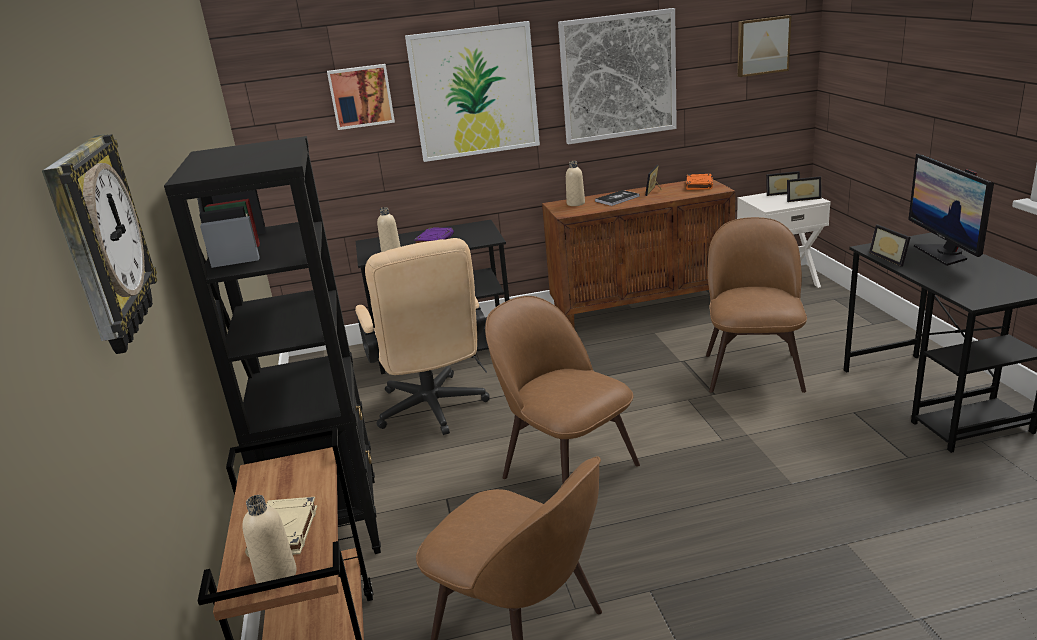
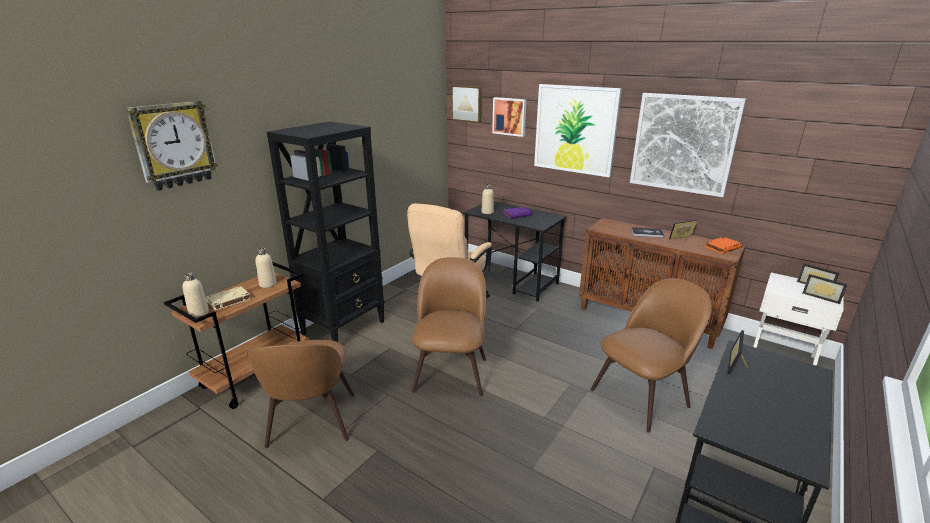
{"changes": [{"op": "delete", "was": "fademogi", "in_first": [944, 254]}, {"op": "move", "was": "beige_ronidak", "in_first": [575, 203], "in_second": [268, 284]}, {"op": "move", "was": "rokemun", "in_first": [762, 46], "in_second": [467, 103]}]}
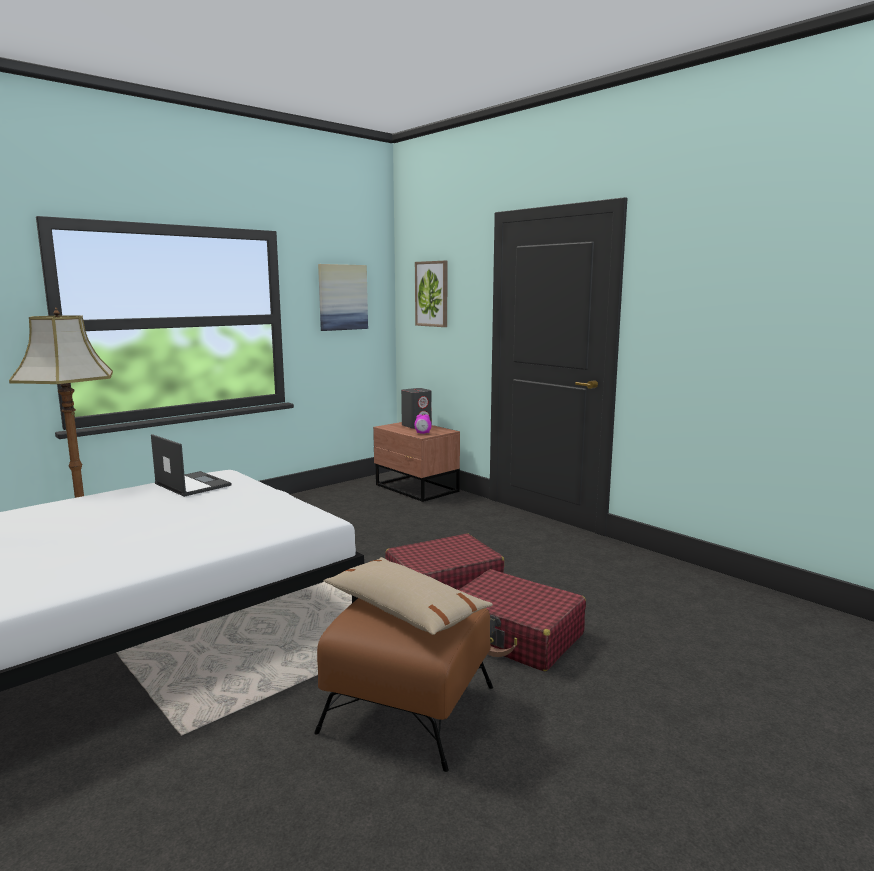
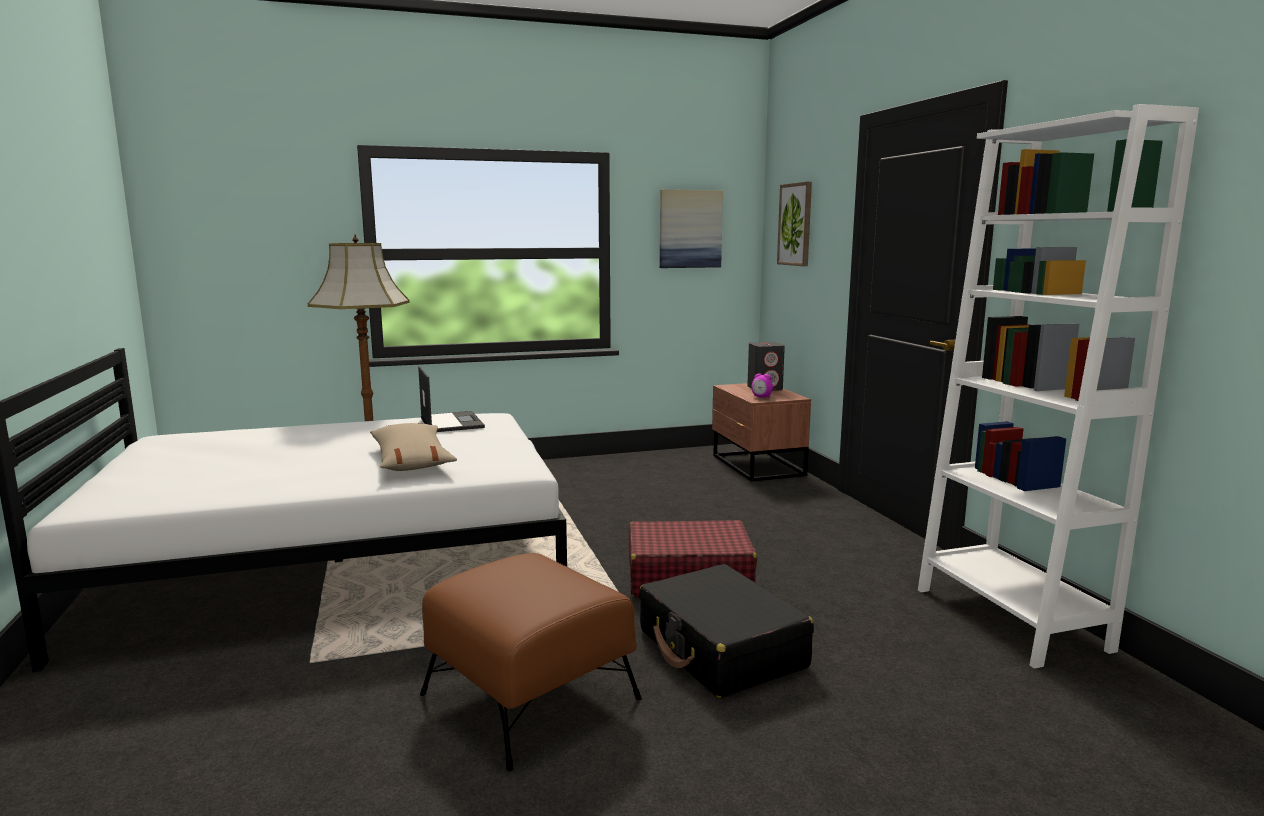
{"changes": [{"op": "insert", "now": "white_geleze", "in_second": [1009, 618]}, {"op": "move", "was": "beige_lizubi", "in_first": [404, 609], "in_second": [411, 461]}, {"op": "recolor", "was": "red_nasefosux", "now": "black_nasefosux", "in_first": [515, 635], "in_second": [721, 649]}]}
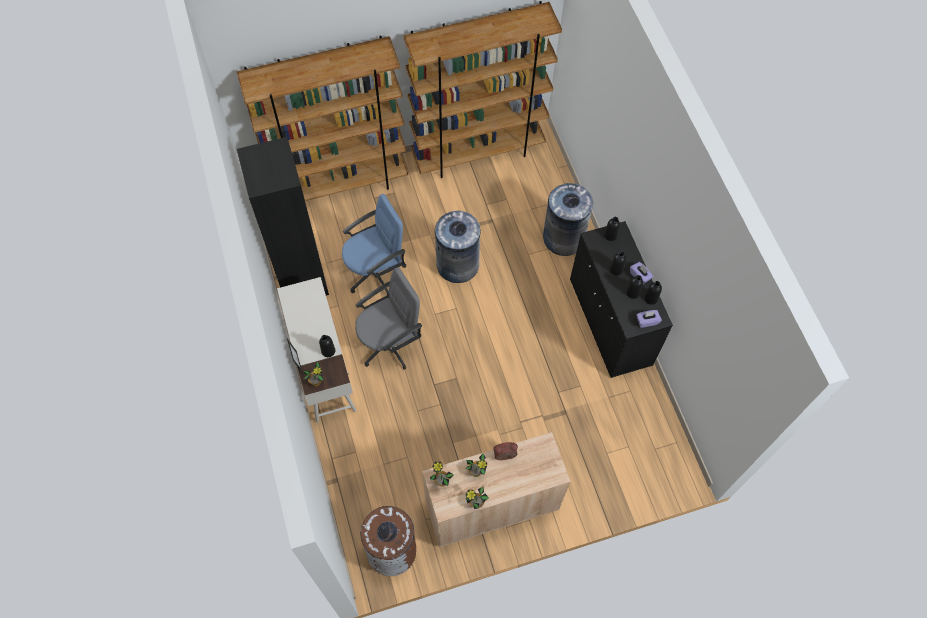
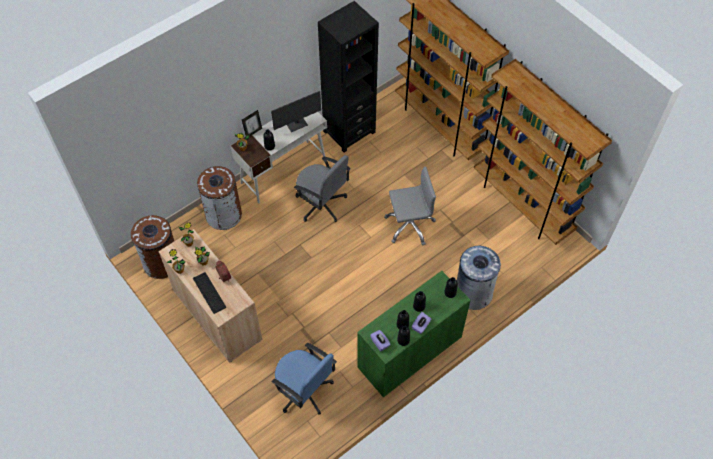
{"changes": [{"op": "insert", "now": "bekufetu", "in_second": [208, 293]}, {"op": "insert", "now": "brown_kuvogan", "in_second": [224, 214]}, {"op": "insert", "now": "fademogi", "in_second": [296, 124]}, {"op": "move", "was": "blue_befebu", "in_first": [375, 272], "in_second": [304, 391]}, {"op": "replace", "was": "grey_kuvogan", "now": "grey_befebu", "in_first": [457, 265], "in_second": [409, 225]}, {"op": "recolor", "was": "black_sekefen", "now": "green_sekefen", "in_first": [610, 322], "in_second": [409, 352]}]}
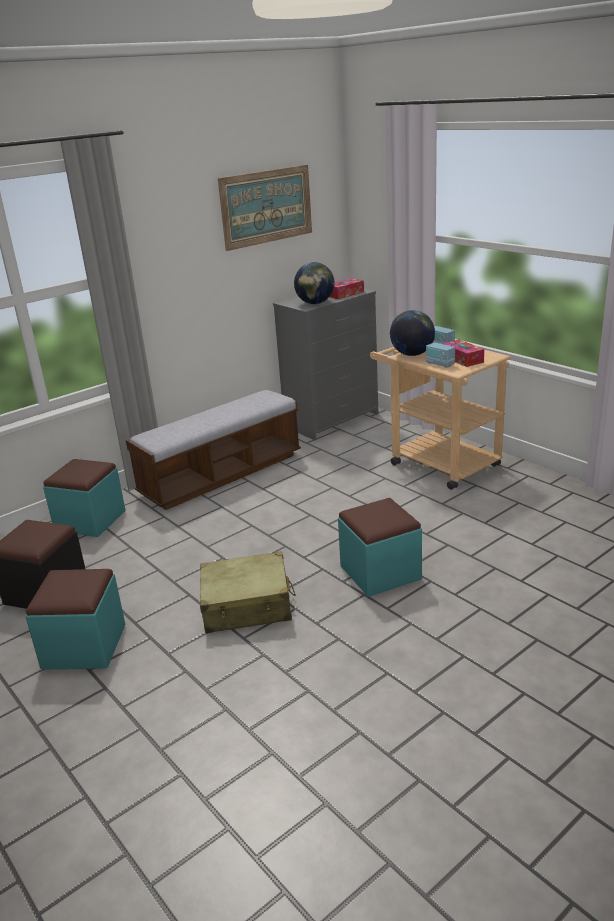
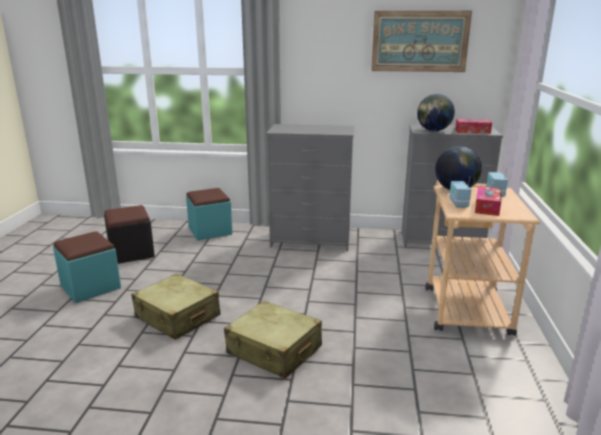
{"changes": [{"op": "replace", "was": "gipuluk", "now": "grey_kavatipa", "in_first": [222, 474], "in_second": [311, 240]}, {"op": "replace", "was": "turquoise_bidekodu", "now": "beige_nasefosux", "in_first": [380, 573], "in_second": [274, 350]}]}
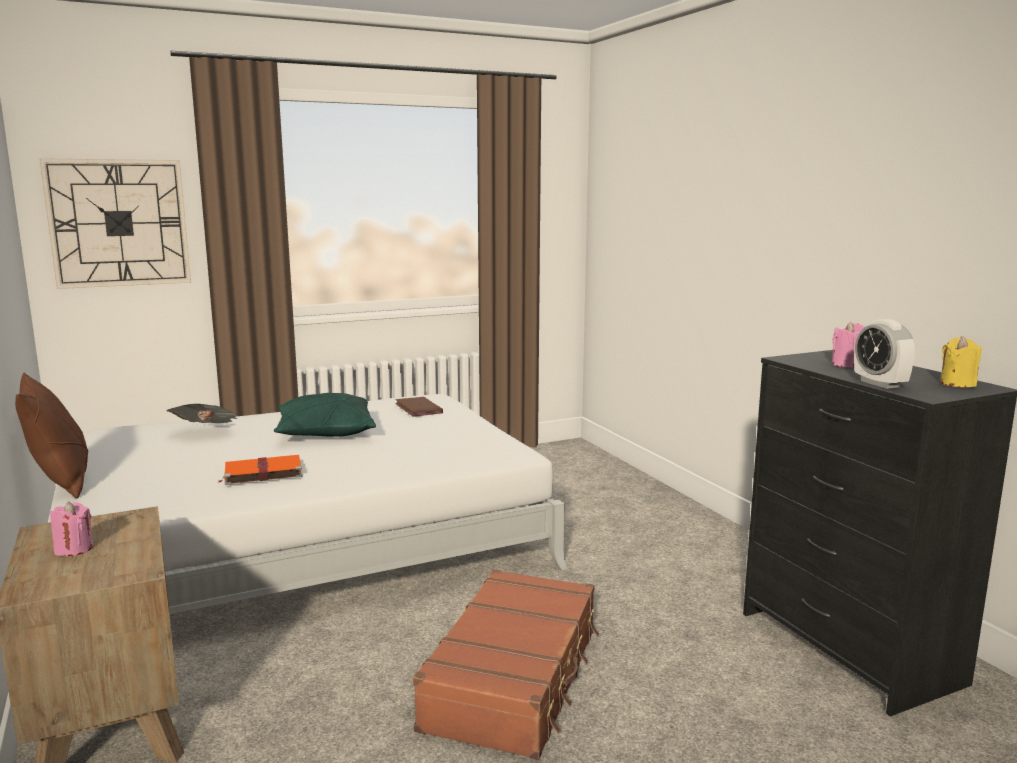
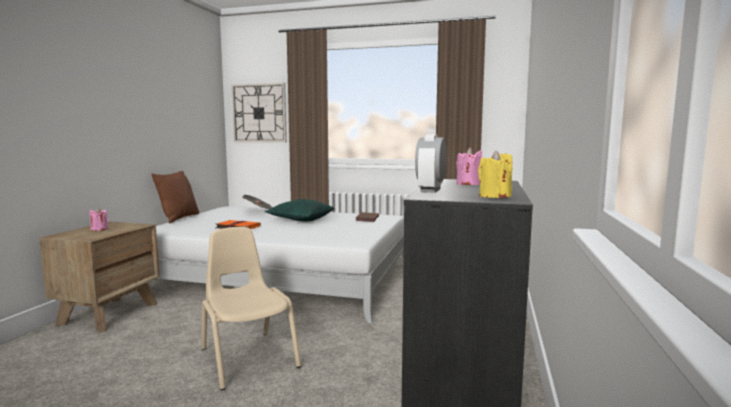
{"changes": [{"op": "replace", "was": "brown_nasefosux", "now": "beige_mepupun", "in_first": [515, 678], "in_second": [248, 358]}]}
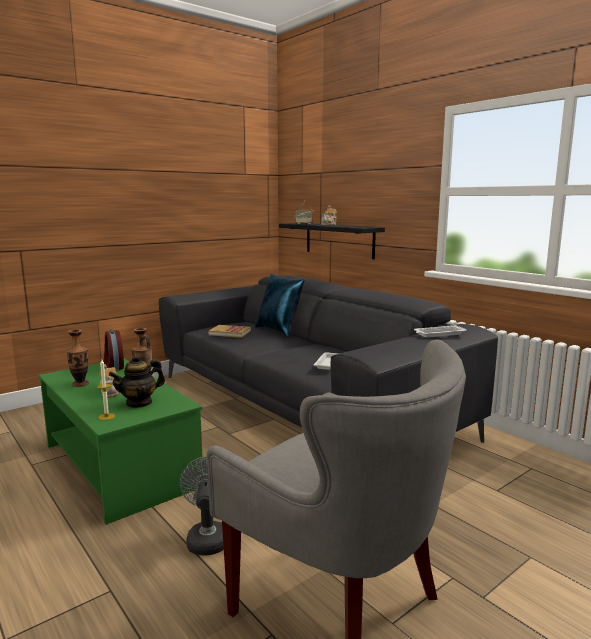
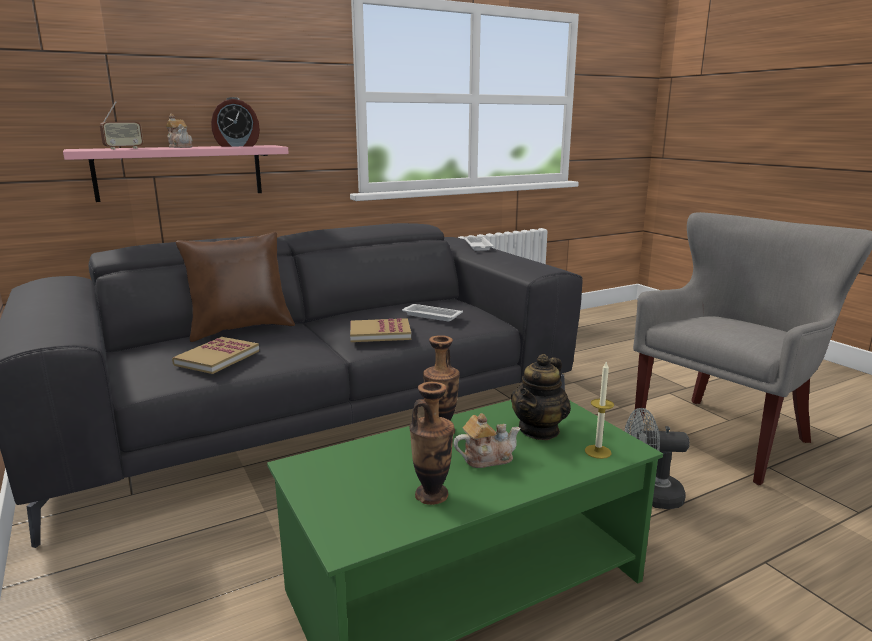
{"changes": [{"op": "insert", "now": "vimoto", "in_second": [380, 333]}, {"op": "move", "was": "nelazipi", "in_first": [113, 366], "in_second": [237, 146]}, {"op": "recolor", "was": "blue_lizubi", "now": "brown_lizubi", "in_first": [279, 331], "in_second": [241, 329]}, {"op": "recolor", "was": "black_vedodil", "now": "pink_vedodil", "in_first": [339, 240], "in_second": [180, 172]}, {"op": "rotate", "was": "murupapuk", "in_first": [139, 403], "in_second": [539, 430], "clockwise": 60}]}
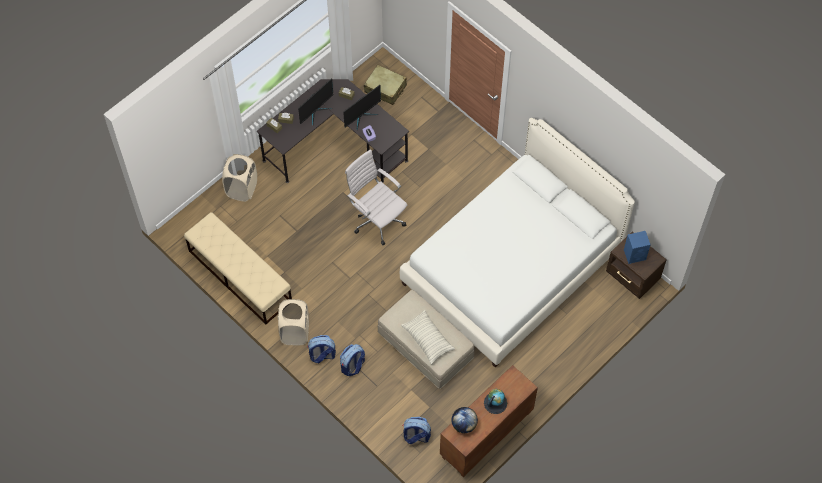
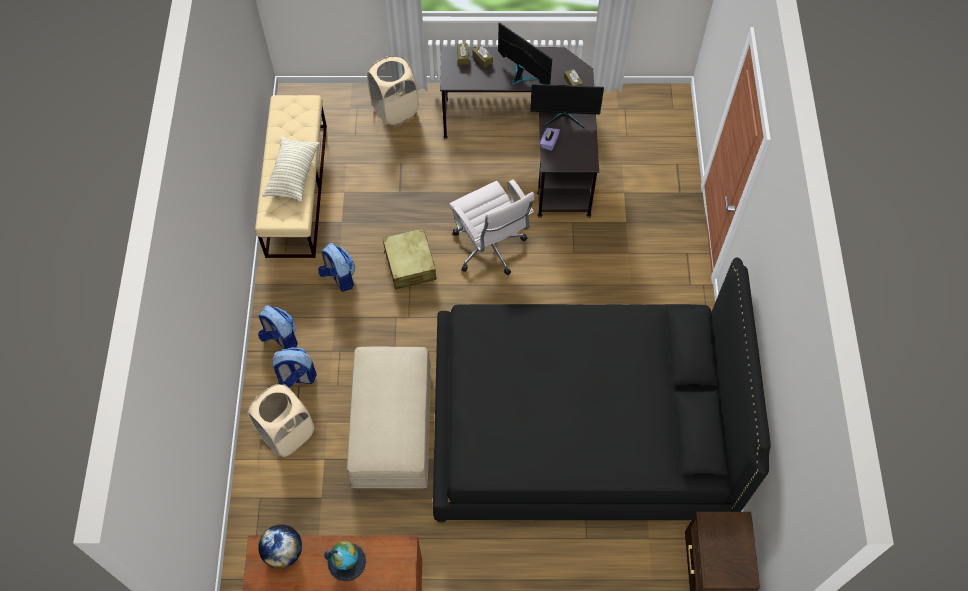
{"changes": [{"op": "delete", "was": "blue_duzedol", "in_first": [635, 254]}, {"op": "move", "was": "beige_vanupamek", "in_first": [295, 332], "in_second": [287, 433]}, {"op": "move", "was": "beige_nasefosux", "in_first": [385, 89], "in_second": [410, 264]}, {"op": "move", "was": "lizubi", "in_first": [427, 340], "in_second": [293, 175]}, {"op": "move", "was": "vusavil", "in_first": [416, 436], "in_second": [339, 277]}, {"op": "recolor", "was": "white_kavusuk", "now": "black_kavusuk", "in_first": [512, 267], "in_second": [580, 427]}, {"op": "rotate", "was": "fademogi", "in_first": [316, 112], "in_second": [522, 75], "clockwise": -135}, {"op": "rotate", "was": "white_befebu", "in_first": [377, 220], "in_second": [490, 249], "clockwise": 150}]}
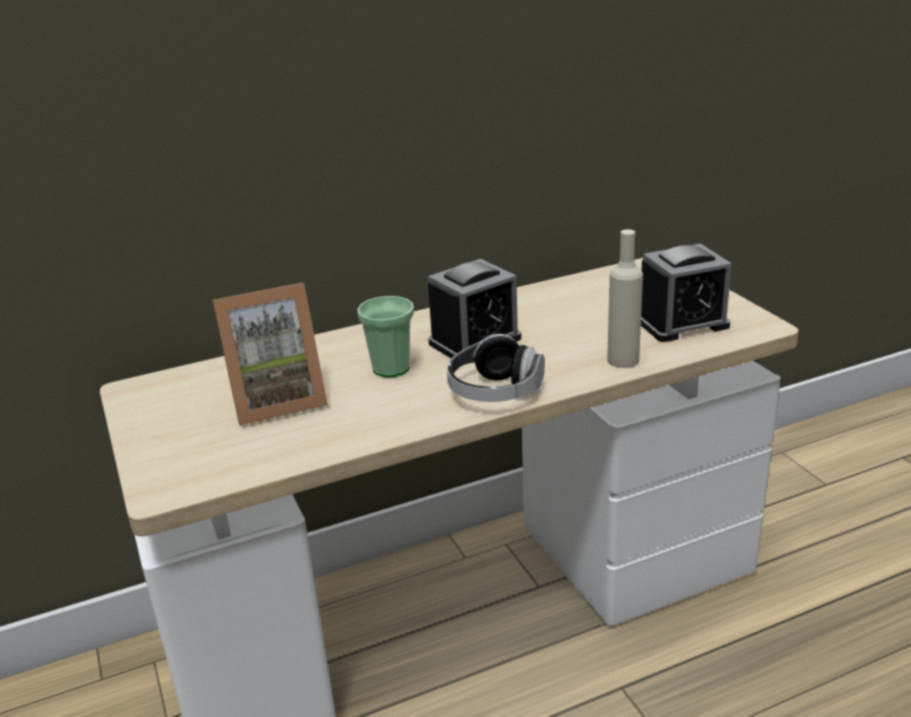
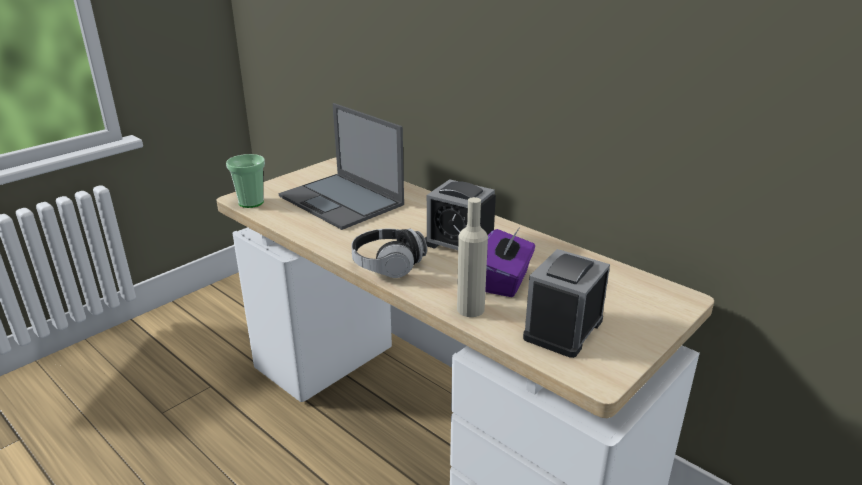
{"changes": [{"op": "insert", "now": "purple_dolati", "in_second": [504, 281]}, {"op": "move", "was": "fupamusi", "in_first": [391, 368], "in_second": [251, 202]}, {"op": "replace", "was": "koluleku", "now": "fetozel", "in_first": [276, 400], "in_second": [342, 201]}, {"op": "rotate", "was": "nelazipi", "in_first": [682, 323], "in_second": [563, 329], "clockwise": 75}]}
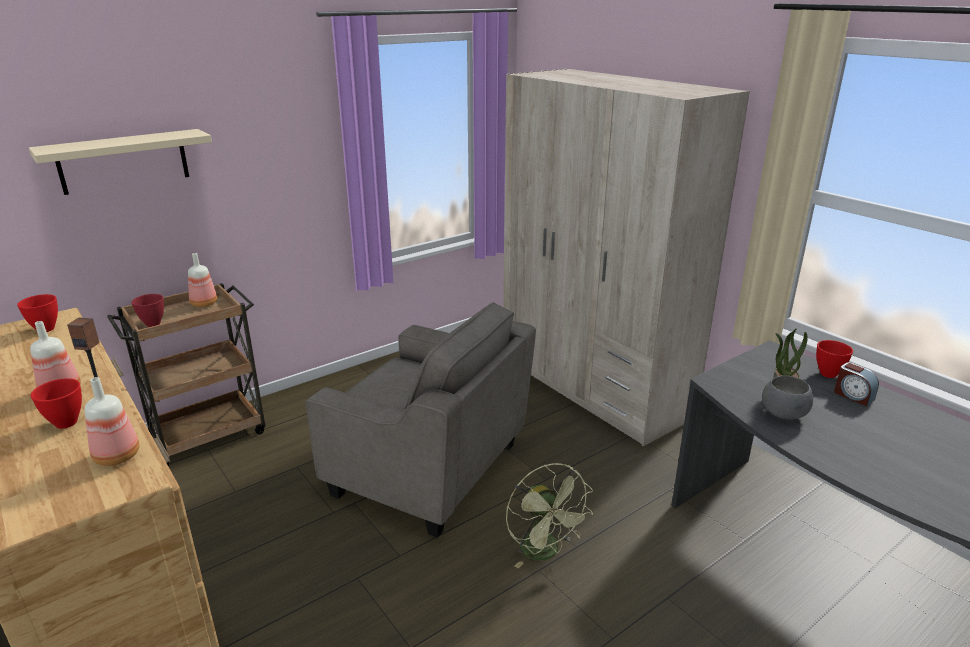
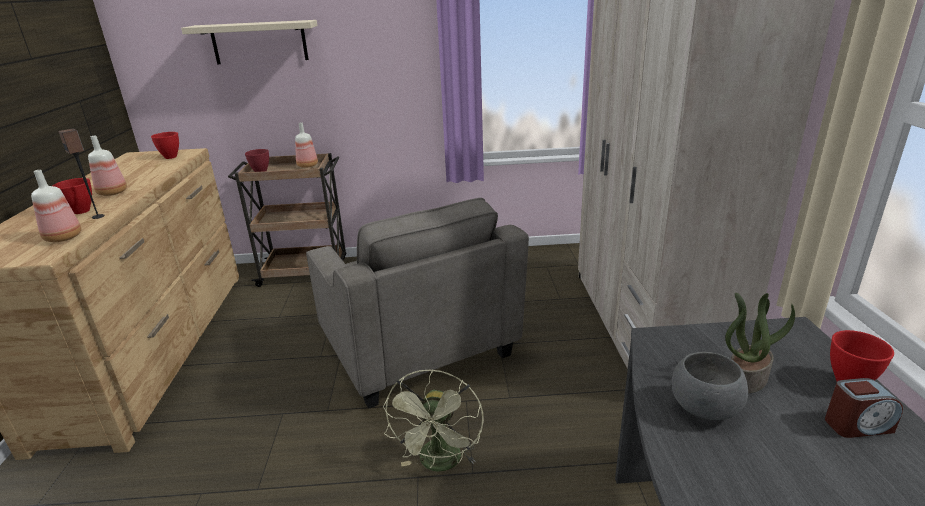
{"changes": [{"op": "rotate", "was": "nelazipi", "in_first": [853, 396], "in_second": [857, 425], "clockwise": -90}]}
